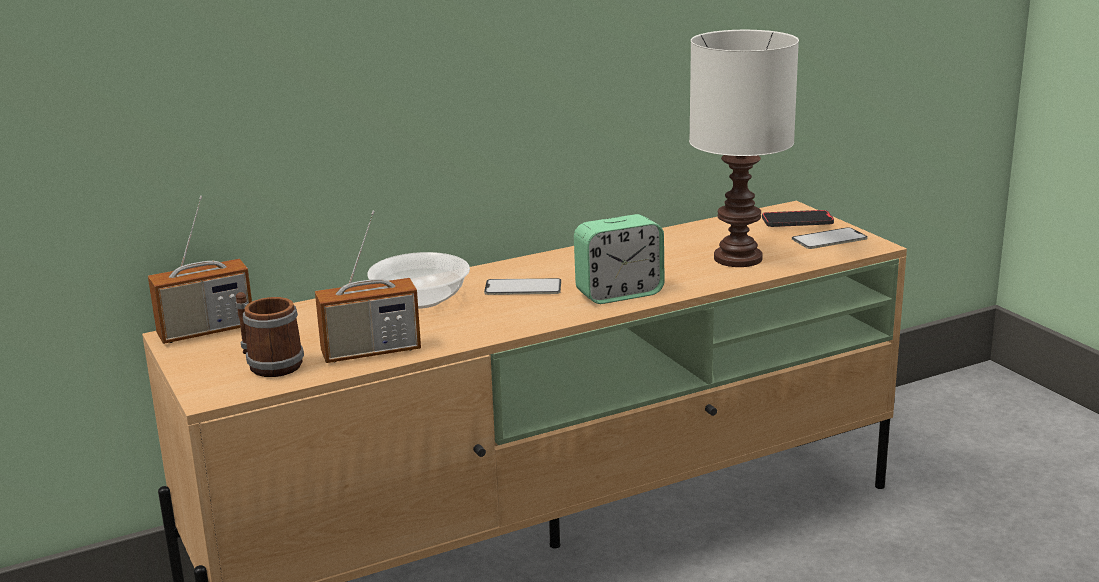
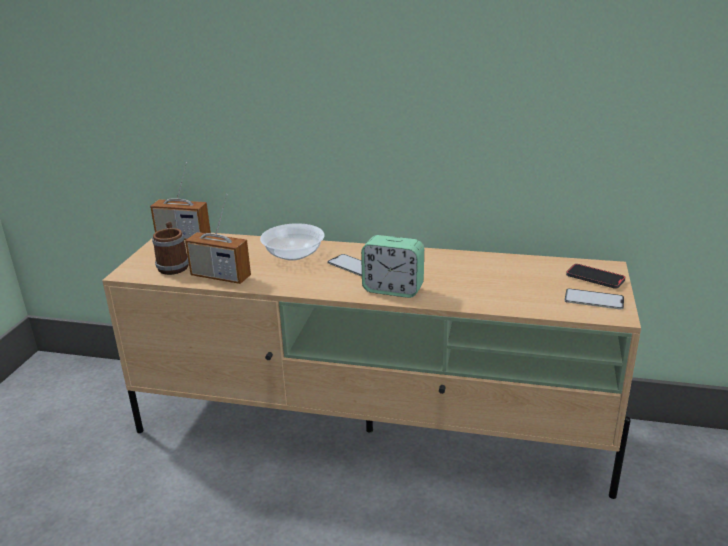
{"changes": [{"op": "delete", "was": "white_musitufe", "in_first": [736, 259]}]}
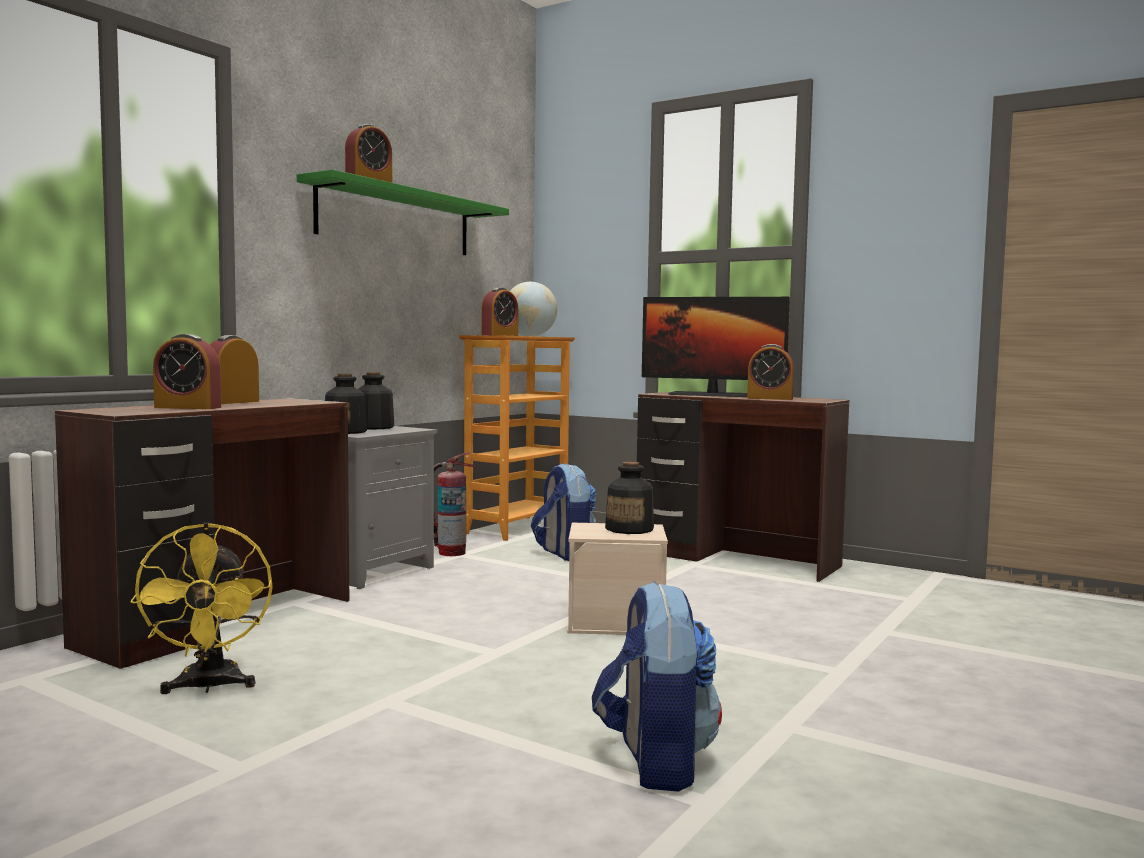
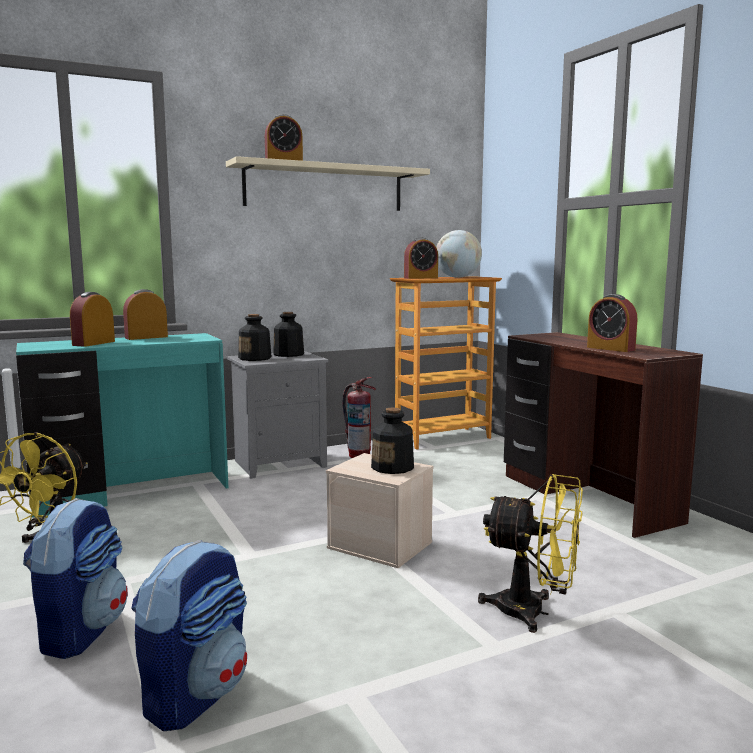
{"changes": [{"op": "delete", "was": "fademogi", "in_first": [712, 395]}, {"op": "insert", "now": "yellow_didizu", "in_second": [533, 612]}, {"op": "move", "was": "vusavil", "in_first": [564, 554], "in_second": [81, 631]}, {"op": "recolor", "was": "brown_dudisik", "now": "turquoise_dudisik", "in_first": [221, 623], "in_second": [132, 492]}, {"op": "recolor", "was": "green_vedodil", "now": "beige_vedodil", "in_first": [396, 220], "in_second": [325, 187]}, {"op": "rotate", "was": "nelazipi", "in_first": [188, 407], "in_second": [93, 343], "clockwise": 75}]}
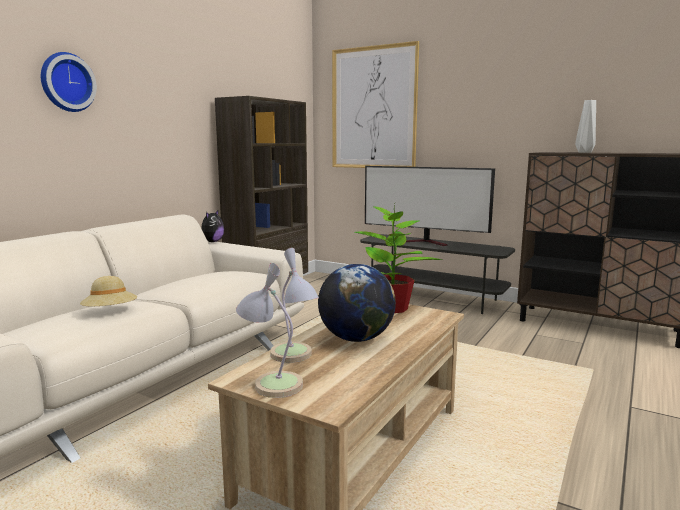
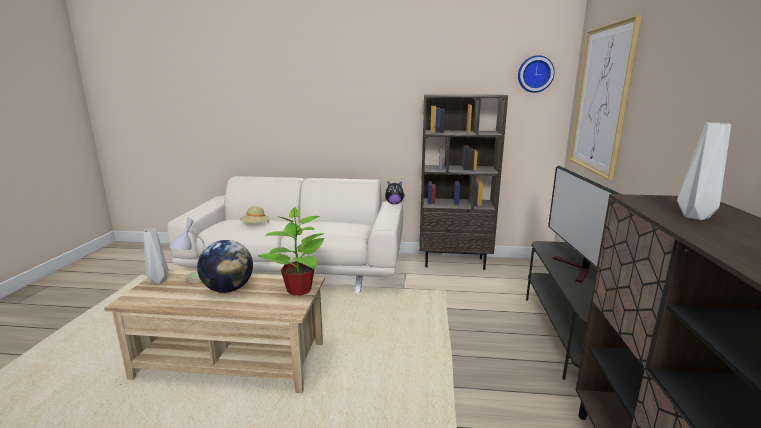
{"changes": [{"op": "move", "was": "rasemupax", "in_first": [66, 82], "in_second": [535, 74]}, {"op": "replace", "was": "musitufe", "now": "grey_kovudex", "in_first": [270, 383], "in_second": [158, 281]}]}
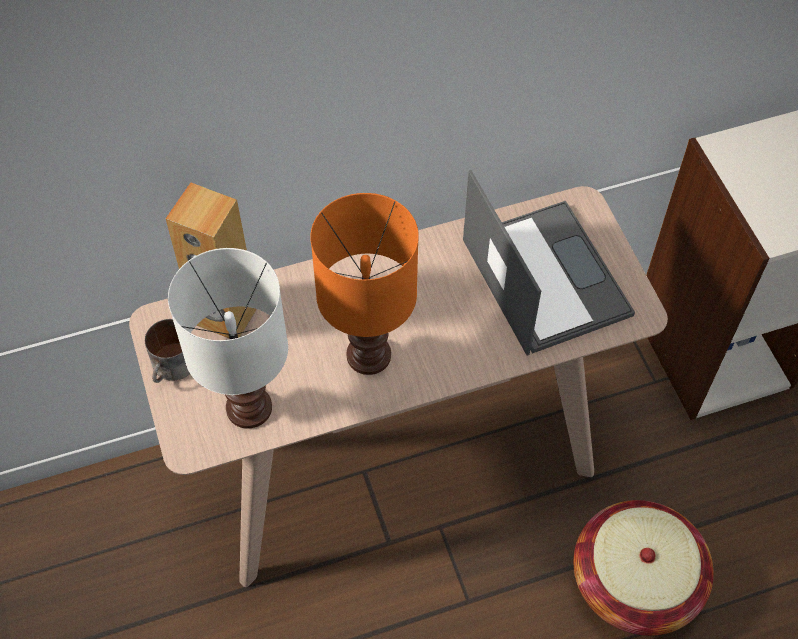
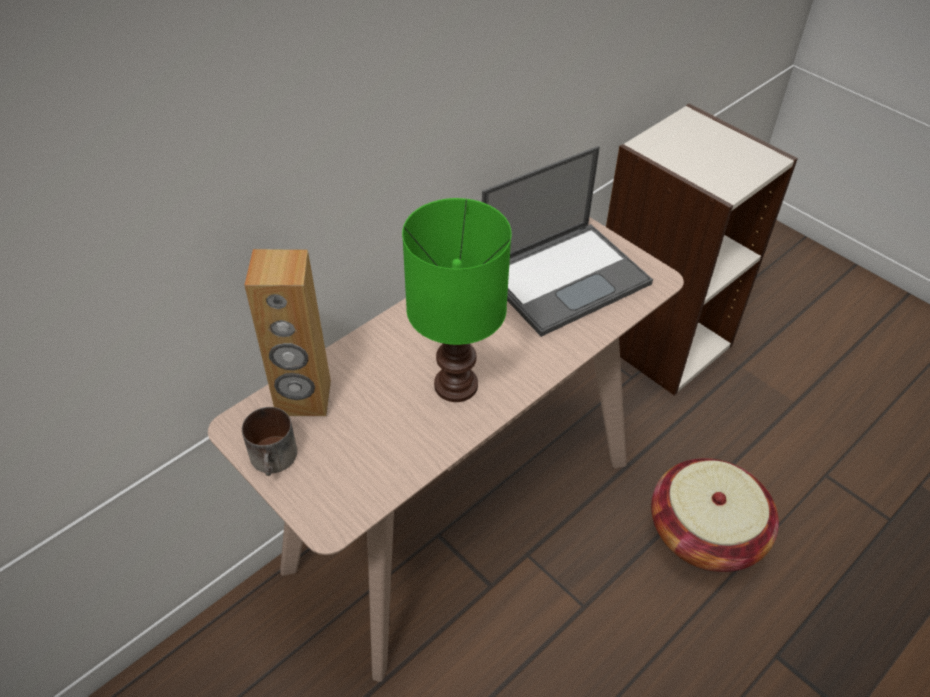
{"changes": [{"op": "delete", "was": "white_musitufe", "in_first": [248, 406]}, {"op": "recolor", "was": "orange_musitufe", "now": "green_musitufe", "in_first": [367, 354], "in_second": [454, 384]}, {"op": "rotate", "was": "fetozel", "in_first": [544, 276], "in_second": [566, 276], "clockwise": 105}]}
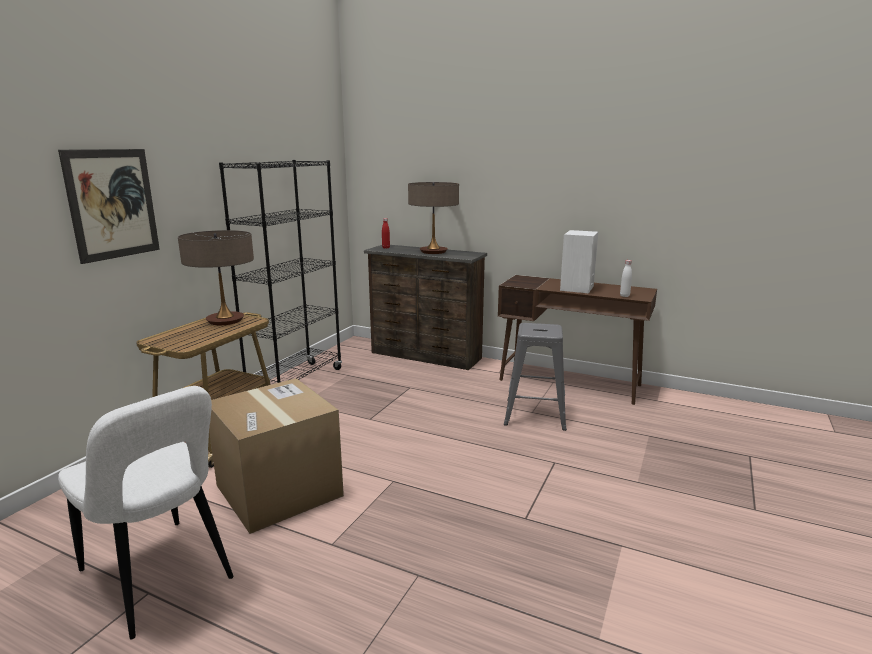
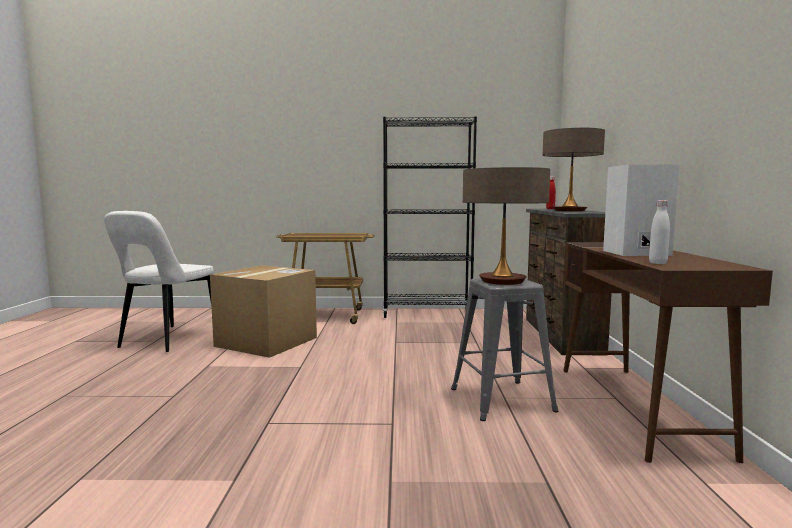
{"changes": [{"op": "delete", "was": "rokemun", "in_first": [112, 204]}, {"op": "move", "was": "musitufe", "in_first": [225, 320], "in_second": [502, 281]}]}
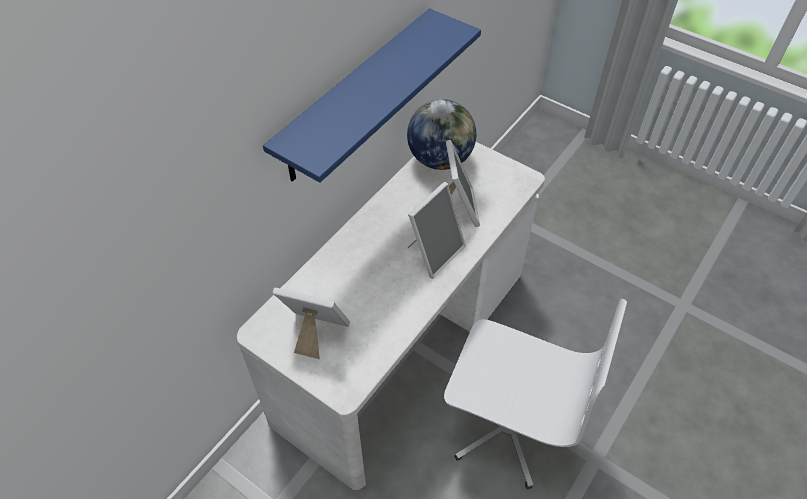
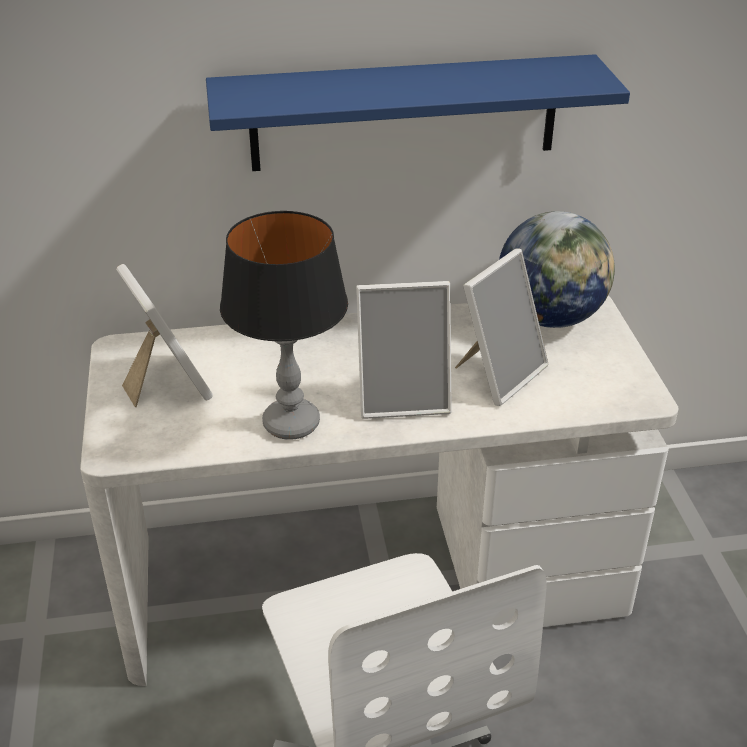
{"changes": [{"op": "insert", "now": "musitufe", "in_second": [290, 423]}]}
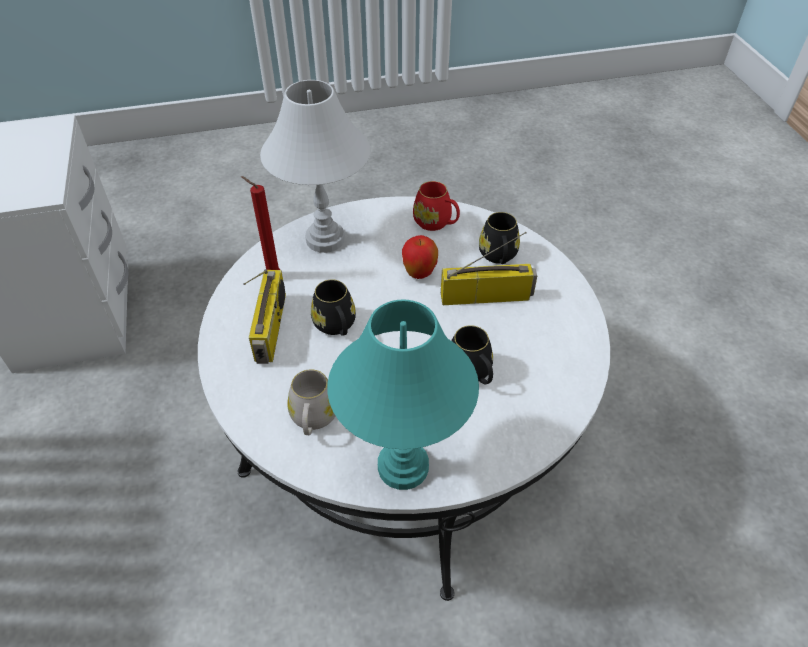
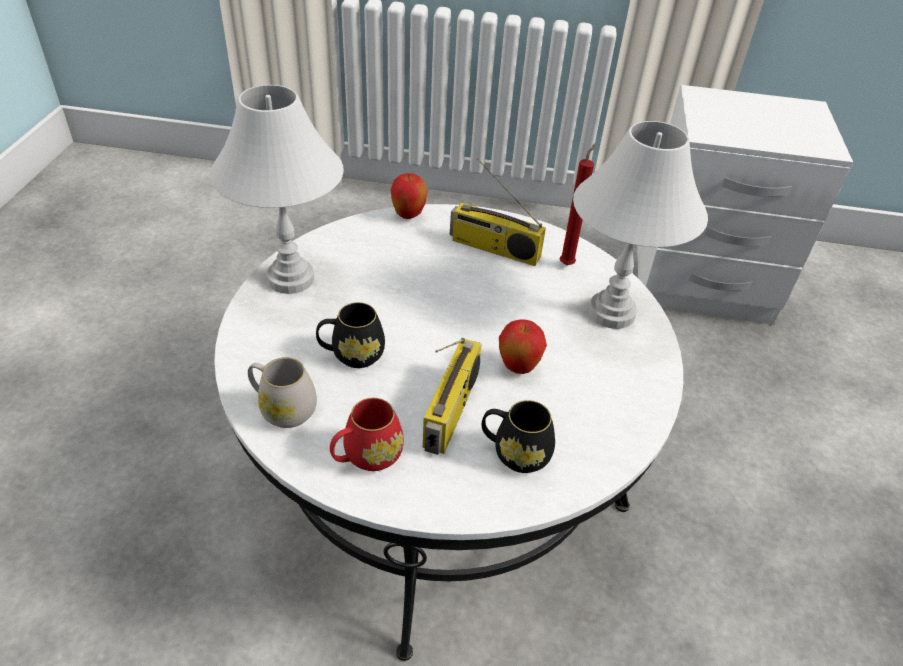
{"changes": [{"op": "delete", "was": "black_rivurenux", "in_first": [336, 326]}, {"op": "insert", "now": "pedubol", "in_second": [408, 215]}, {"op": "move", "was": "white_rivurenux", "in_first": [313, 419], "in_second": [283, 409]}, {"op": "move", "was": "red_rivurenux", "in_first": [436, 223], "in_second": [366, 456]}, {"op": "recolor", "was": "turquoise_musitufe", "now": "white_musitufe", "in_first": [404, 466], "in_second": [290, 279]}]}
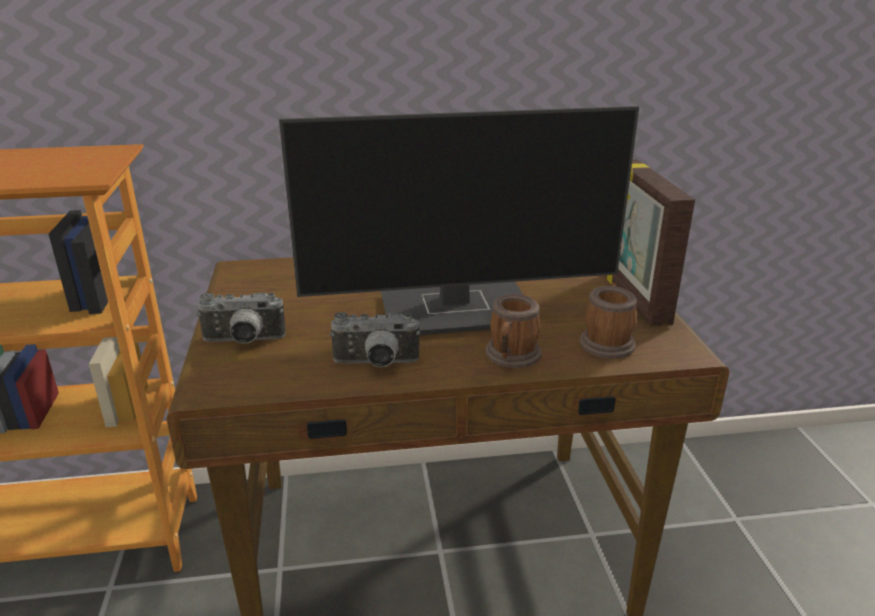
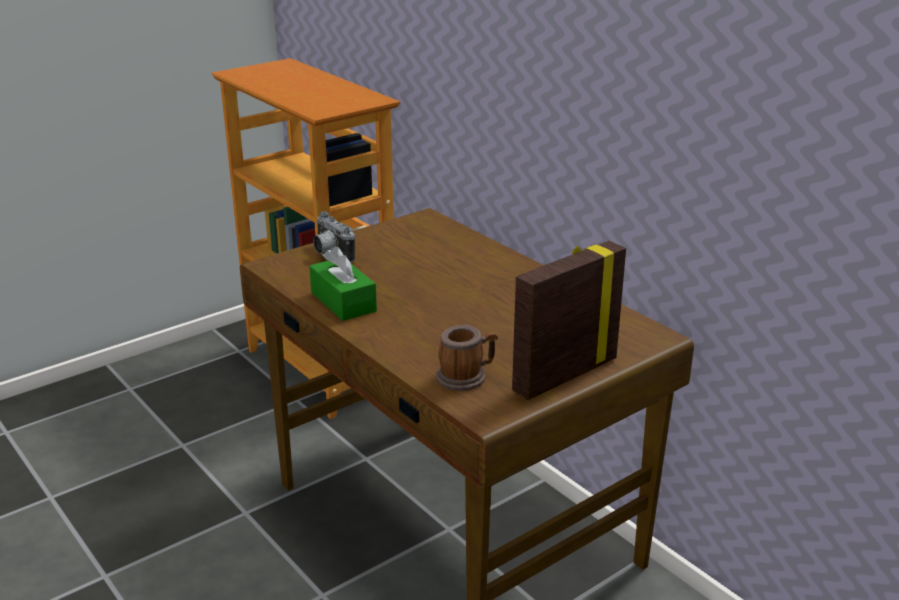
{"changes": [{"op": "delete", "was": "fademogi", "in_first": [459, 310]}, {"op": "delete", "was": "rivurenux", "in_first": [511, 357]}, {"op": "replace", "was": "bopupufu", "now": "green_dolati", "in_first": [376, 364], "in_second": [343, 302]}]}
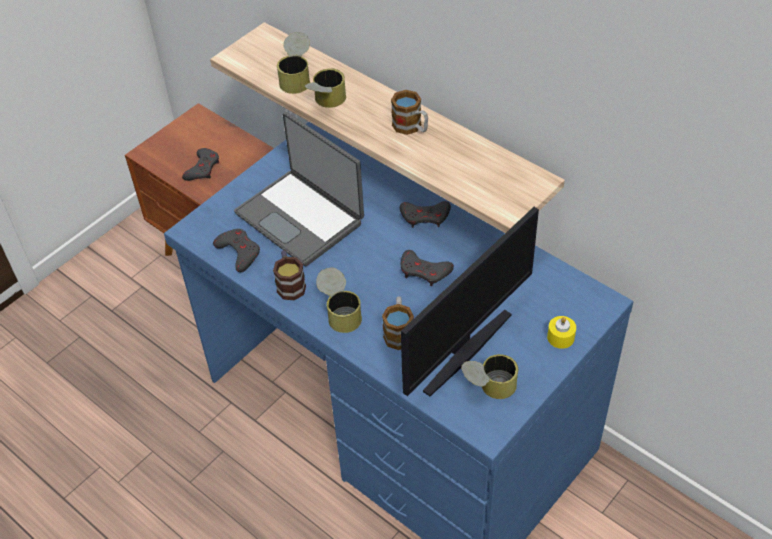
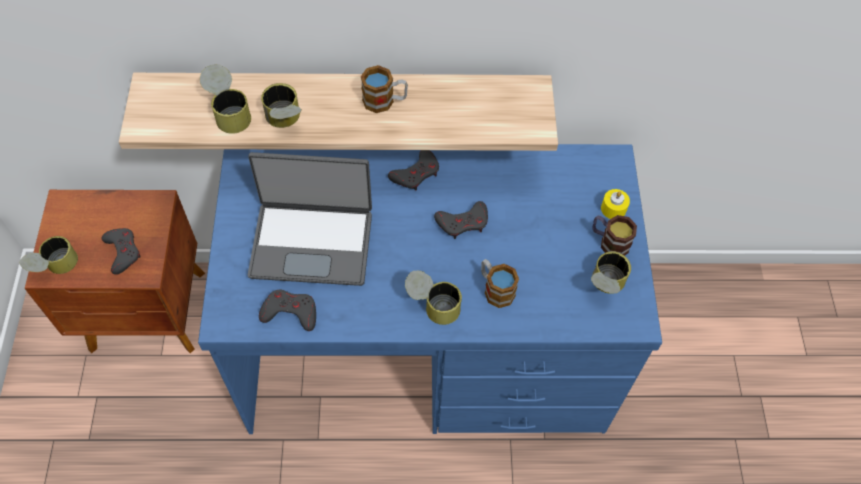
{"changes": [{"op": "delete", "was": "fademogi", "in_first": [464, 350]}, {"op": "insert", "now": "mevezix", "in_second": [55, 267]}, {"op": "move", "was": "rivurenux", "in_first": [290, 284], "in_second": [609, 242]}]}
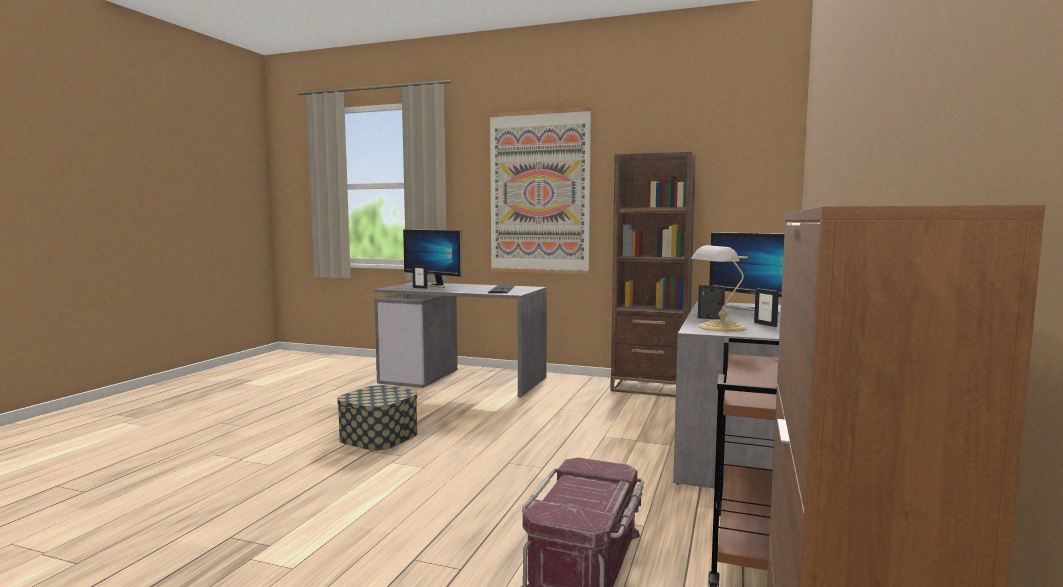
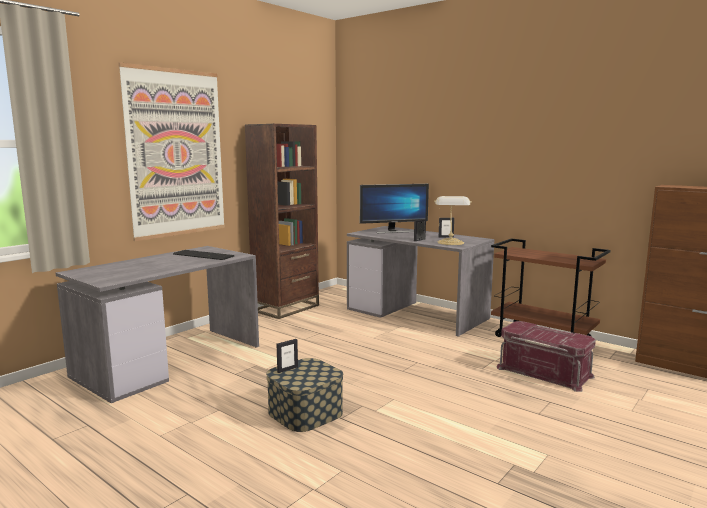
{"changes": [{"op": "delete", "was": "fademogi", "in_first": [433, 285]}, {"op": "move", "was": "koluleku", "in_first": [420, 288], "in_second": [287, 369]}]}
